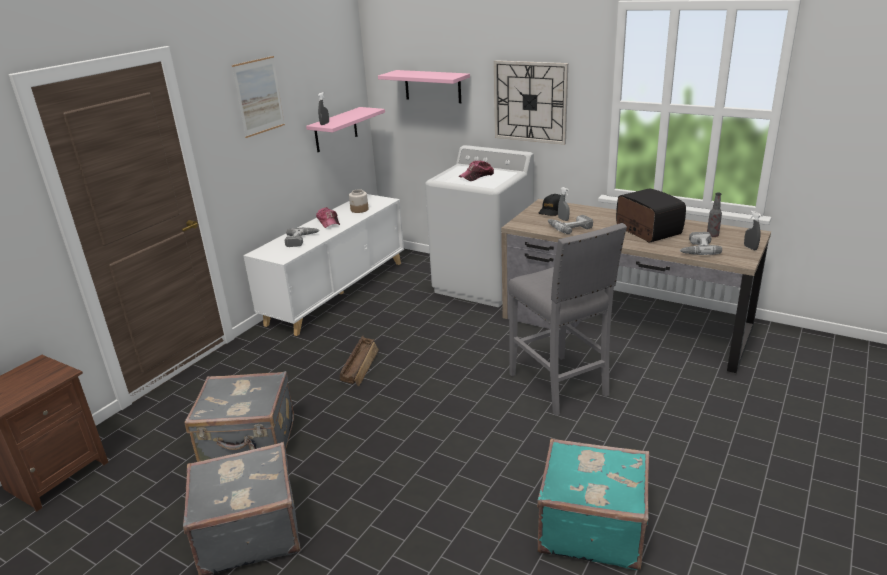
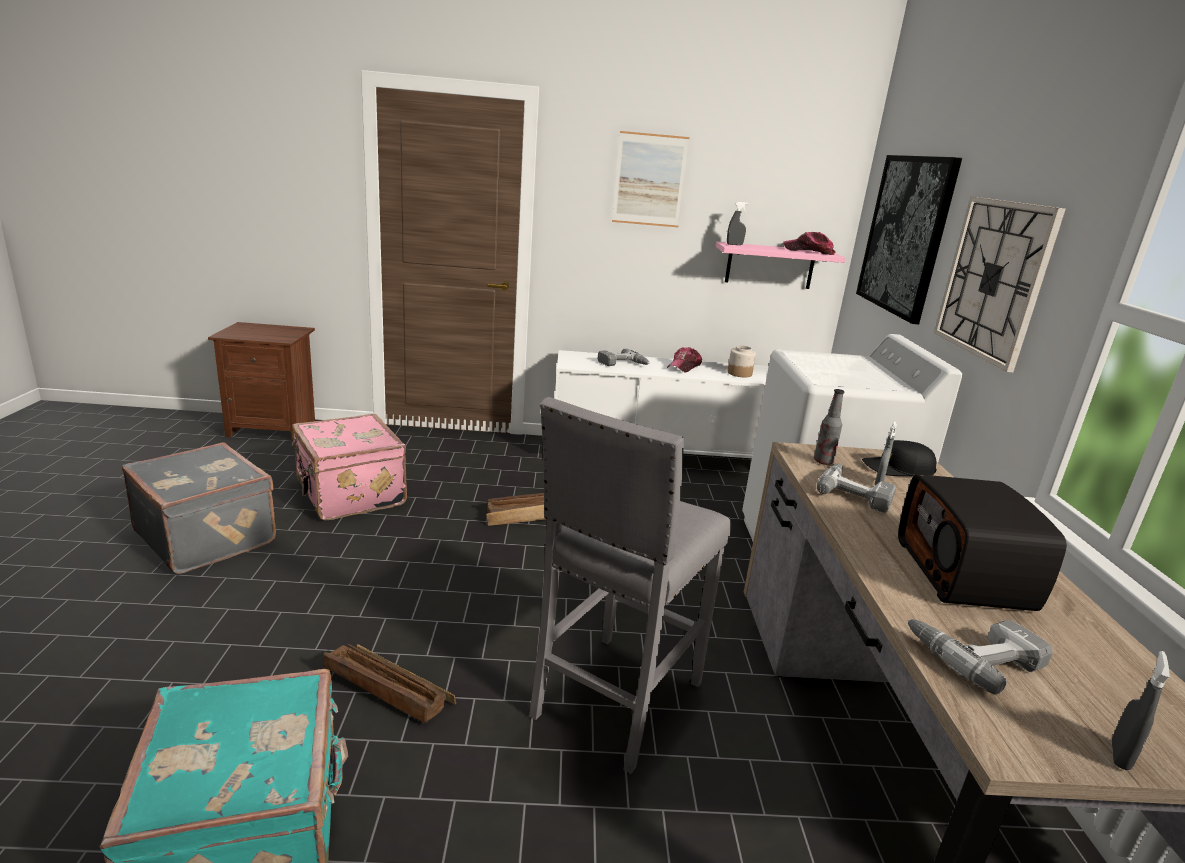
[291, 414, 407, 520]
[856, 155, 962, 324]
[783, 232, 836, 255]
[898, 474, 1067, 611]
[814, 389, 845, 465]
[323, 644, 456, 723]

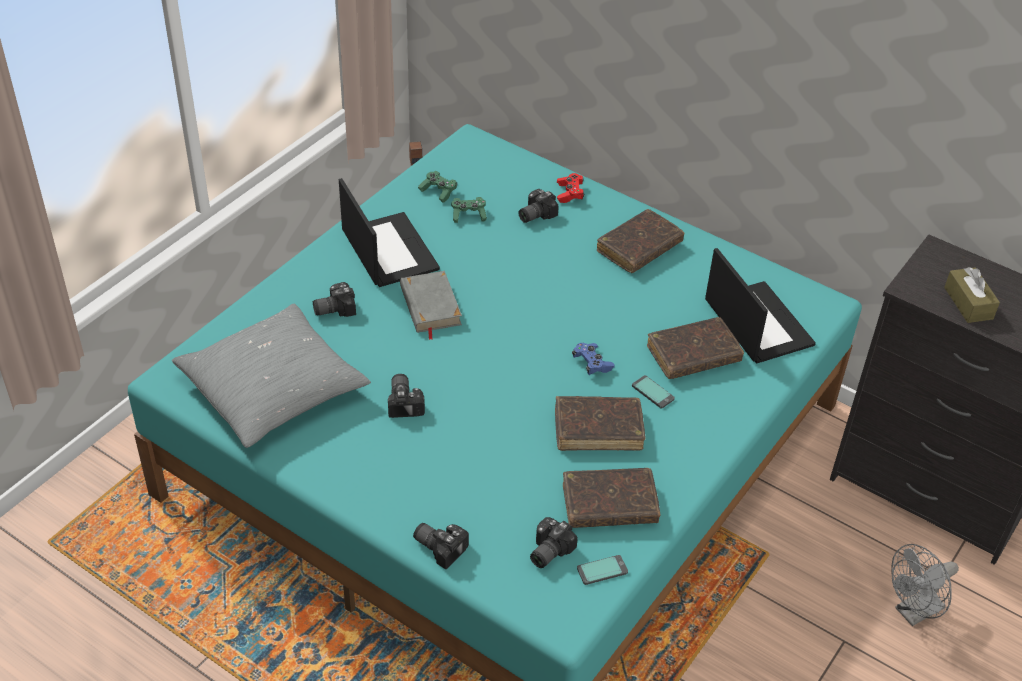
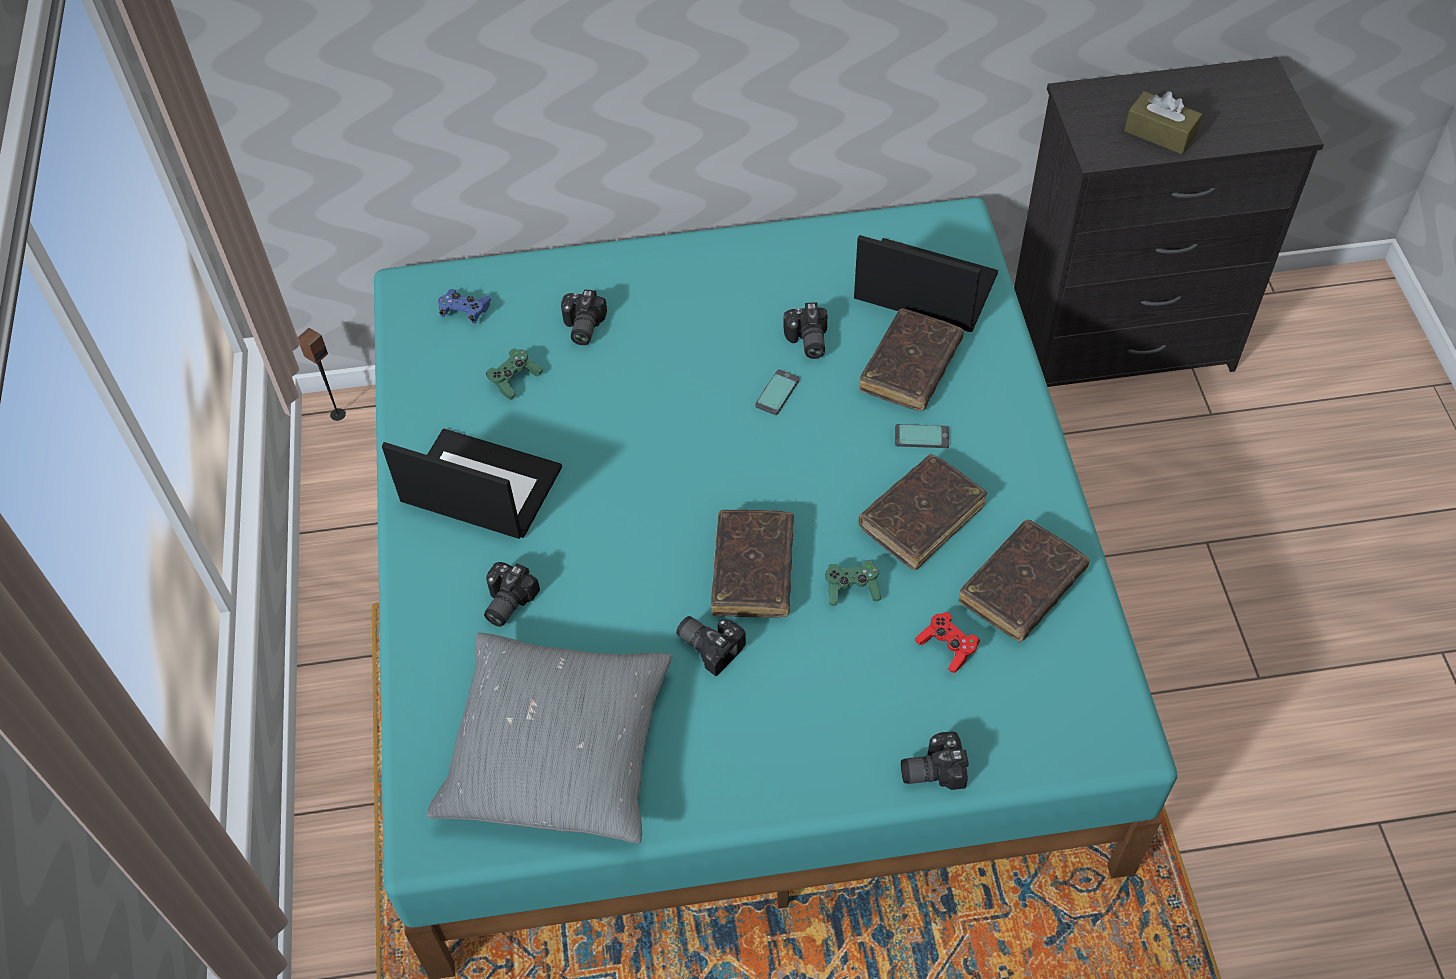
[400, 271, 462, 340] (first image)
[825, 560, 881, 606]
[784, 302, 827, 359]
[915, 612, 980, 673]
[438, 289, 492, 324]
[755, 369, 799, 415]
[711, 510, 794, 618]
[891, 544, 959, 626] (first image)

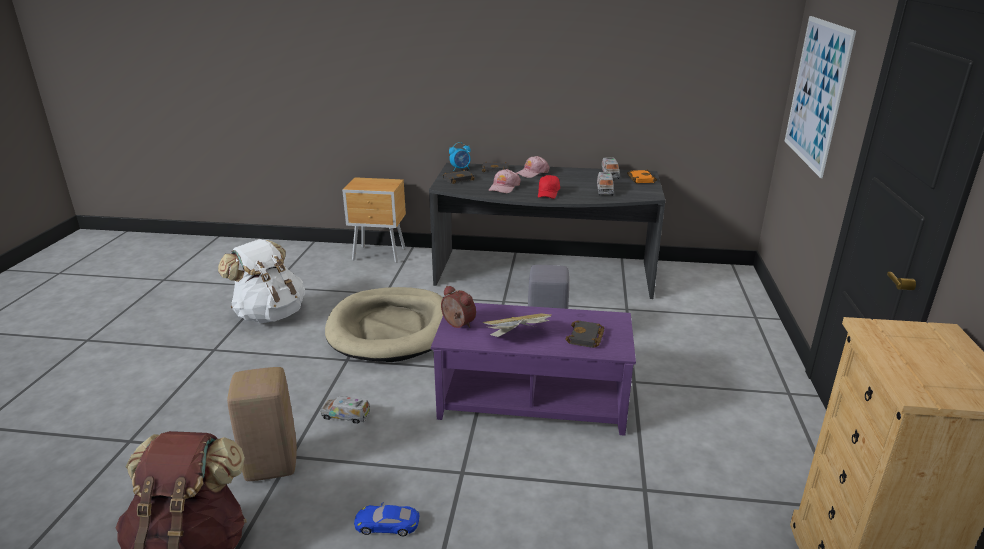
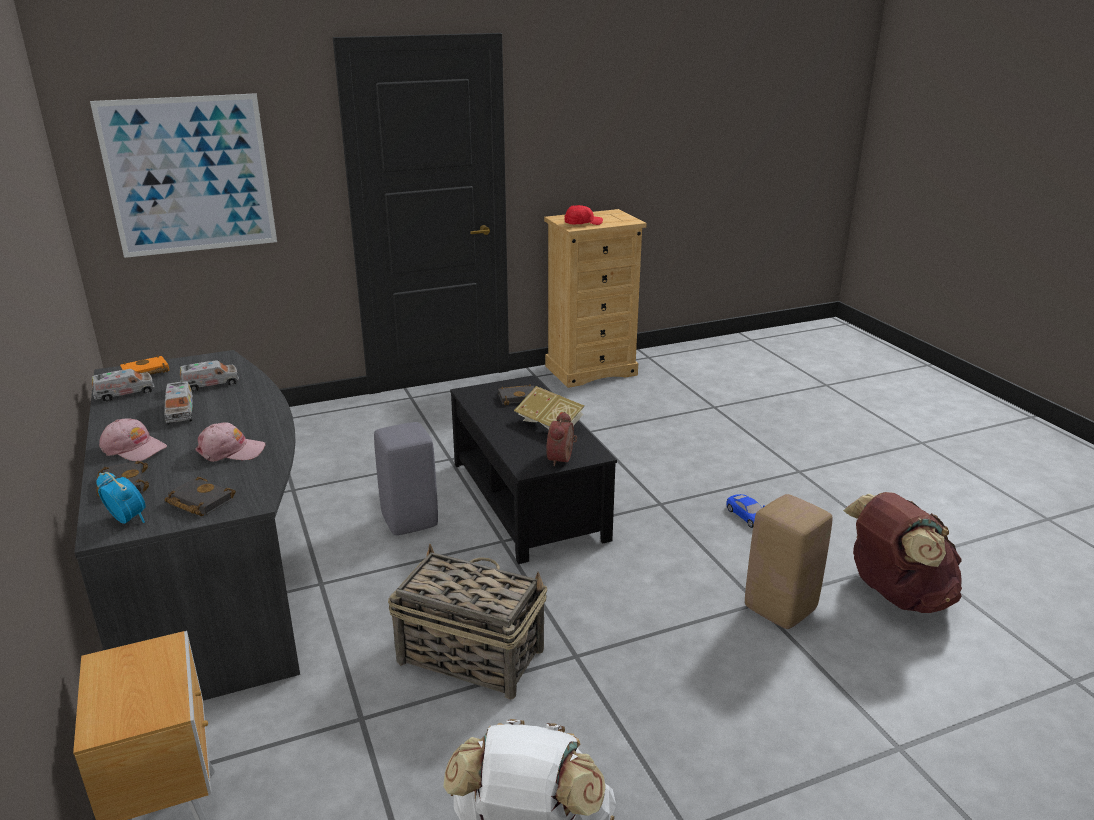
[164, 381, 193, 425]
[388, 544, 547, 700]
[450, 375, 617, 564]
[564, 205, 603, 225]

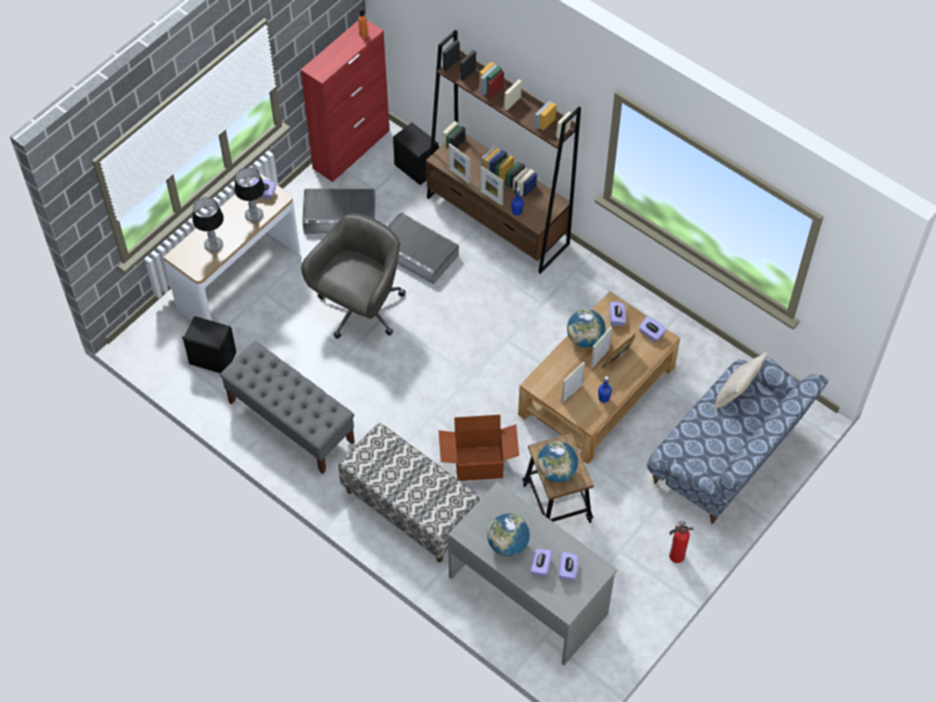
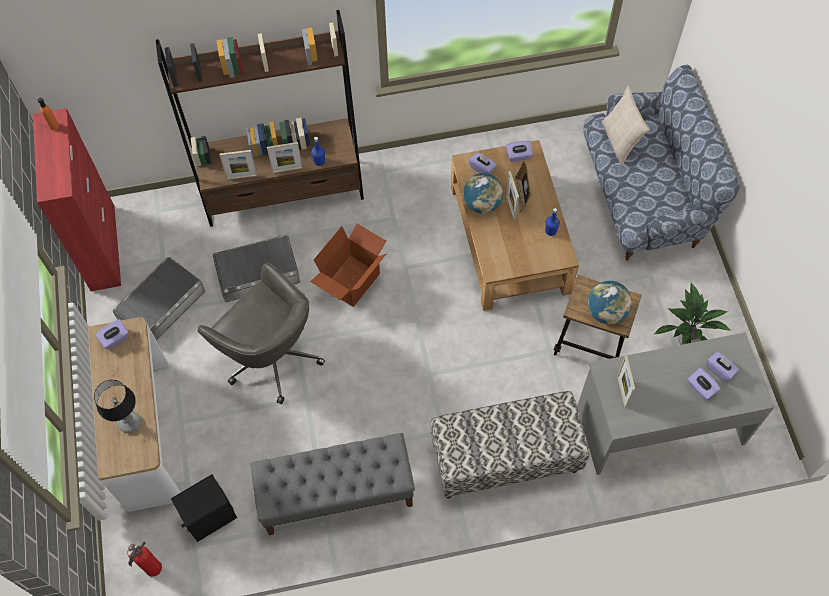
[234, 167, 265, 222] (first image)
[197, 263, 325, 404]
[393, 123, 438, 185] (first image)
[310, 224, 386, 307]
[487, 514, 530, 556] (first image)
[617, 356, 635, 408]
[127, 542, 162, 577]
[654, 282, 732, 345]

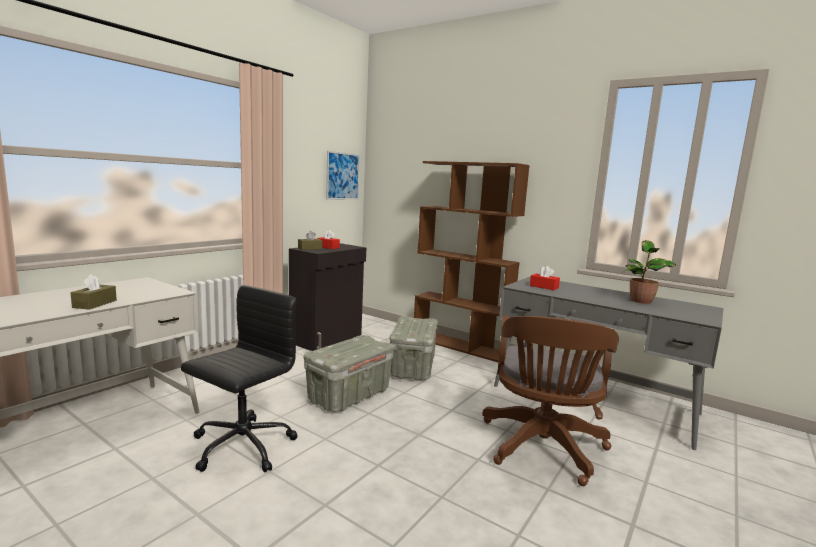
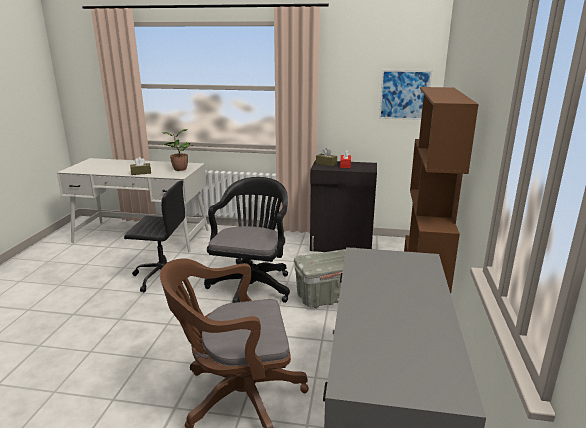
[204, 177, 290, 303]
[530, 266, 560, 290] (first image)
[162, 129, 194, 171]

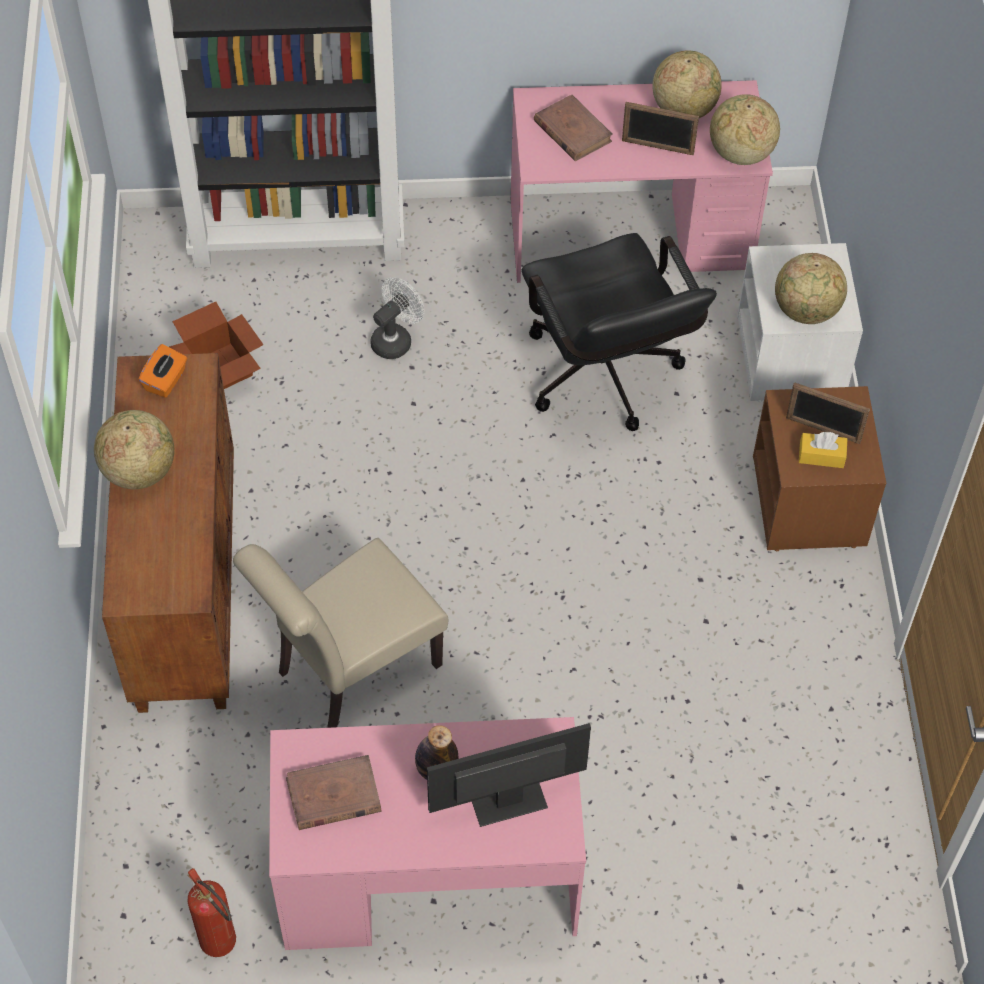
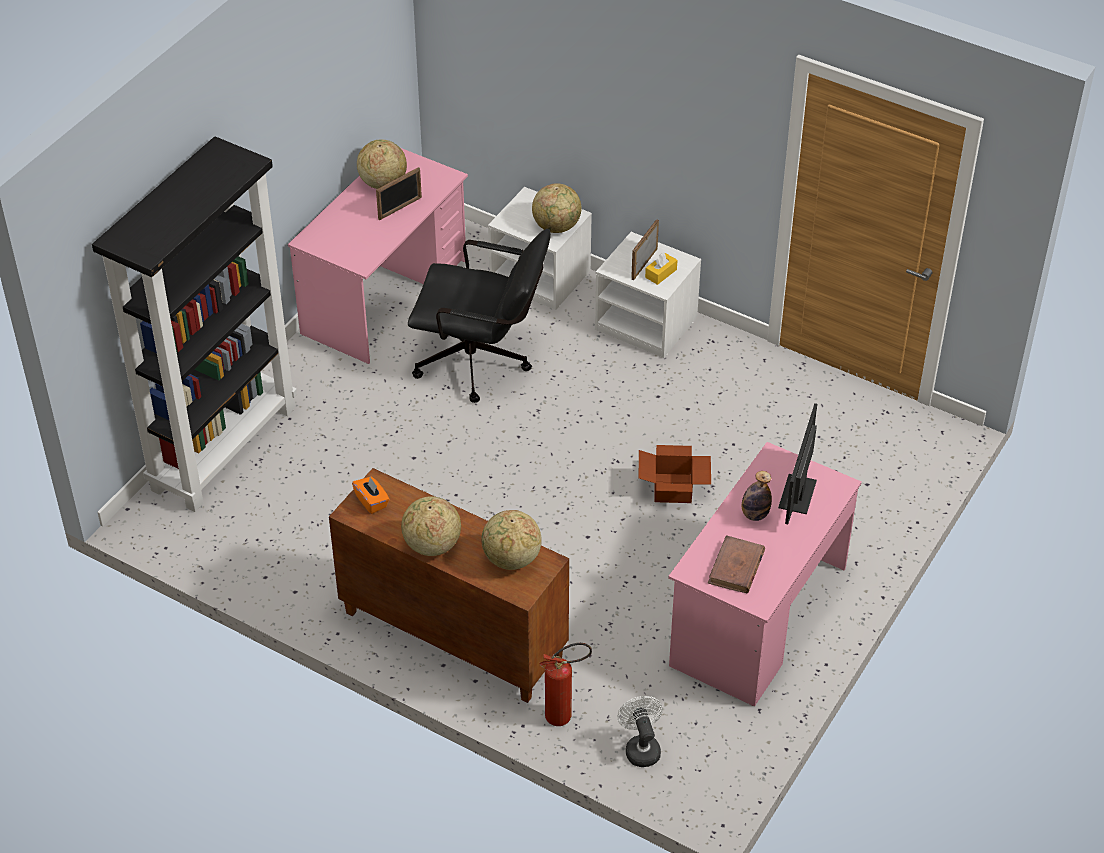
[639, 445, 711, 503]
[539, 643, 592, 726]
[233, 538, 448, 728] (first image)
[617, 696, 663, 767]
[534, 95, 613, 161] (first image)
[481, 510, 542, 570]
[595, 232, 701, 358]
[631, 220, 659, 280]

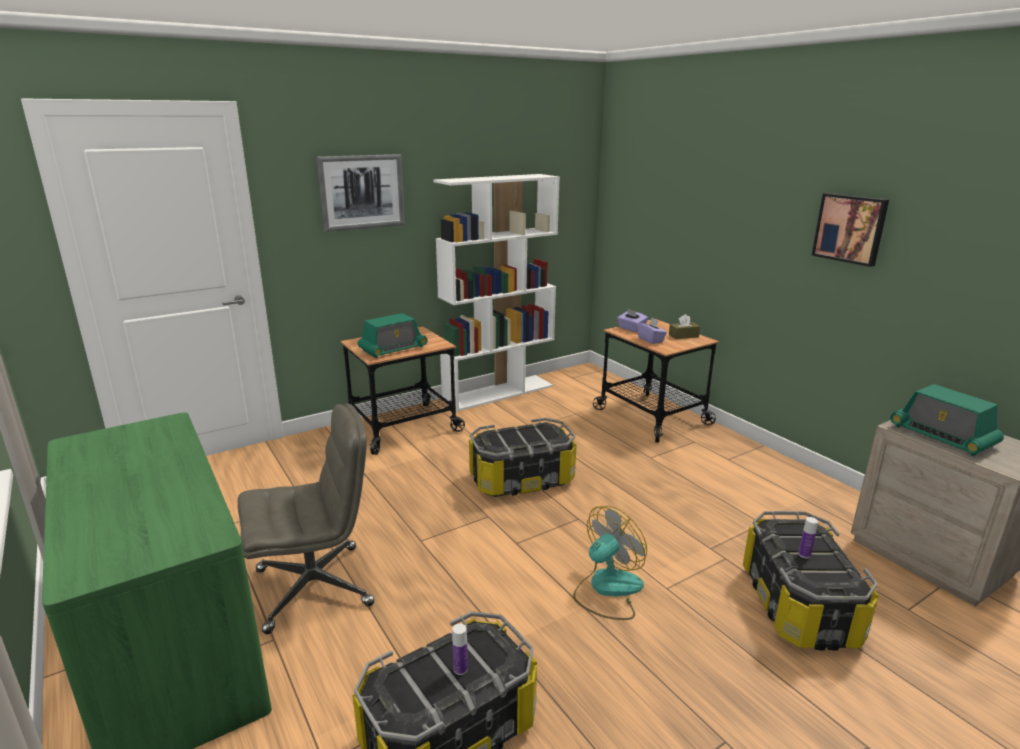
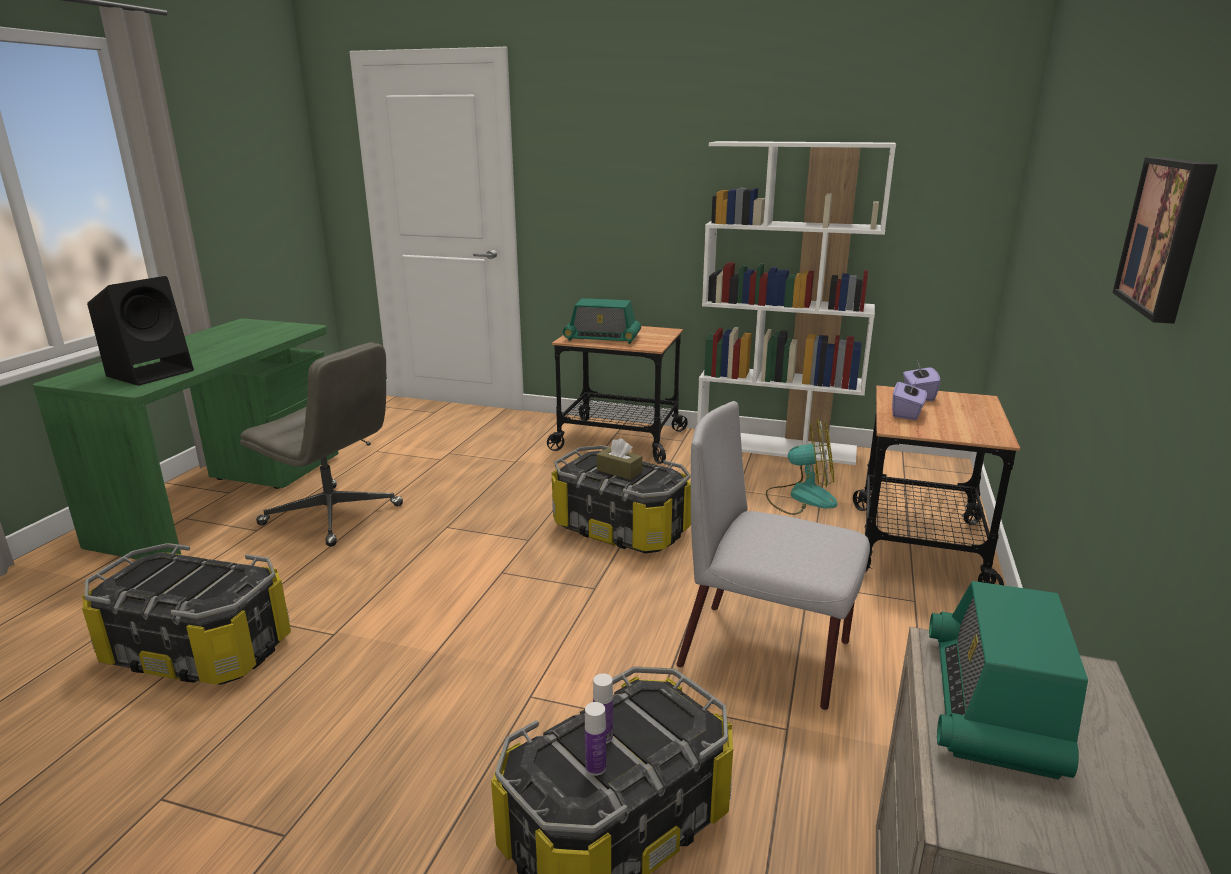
[316, 154, 405, 232] (first image)
[585, 702, 606, 776]
[766, 419, 837, 515]
[596, 438, 642, 480]
[87, 276, 194, 386]
[676, 401, 870, 710]

